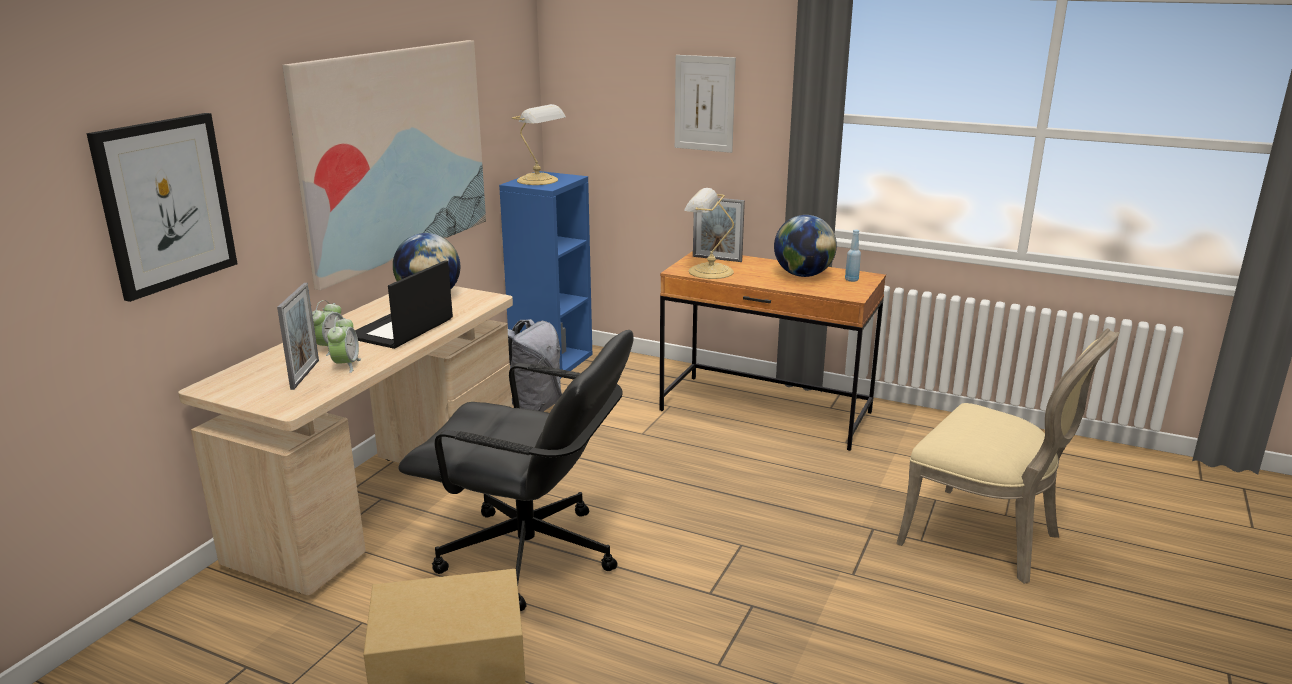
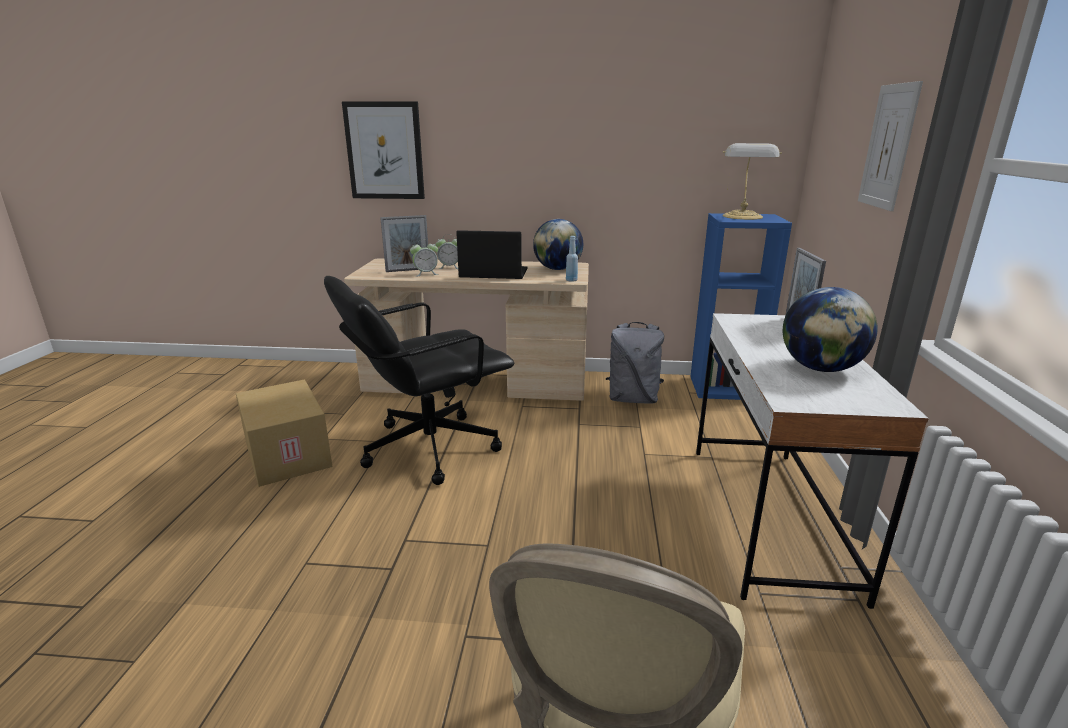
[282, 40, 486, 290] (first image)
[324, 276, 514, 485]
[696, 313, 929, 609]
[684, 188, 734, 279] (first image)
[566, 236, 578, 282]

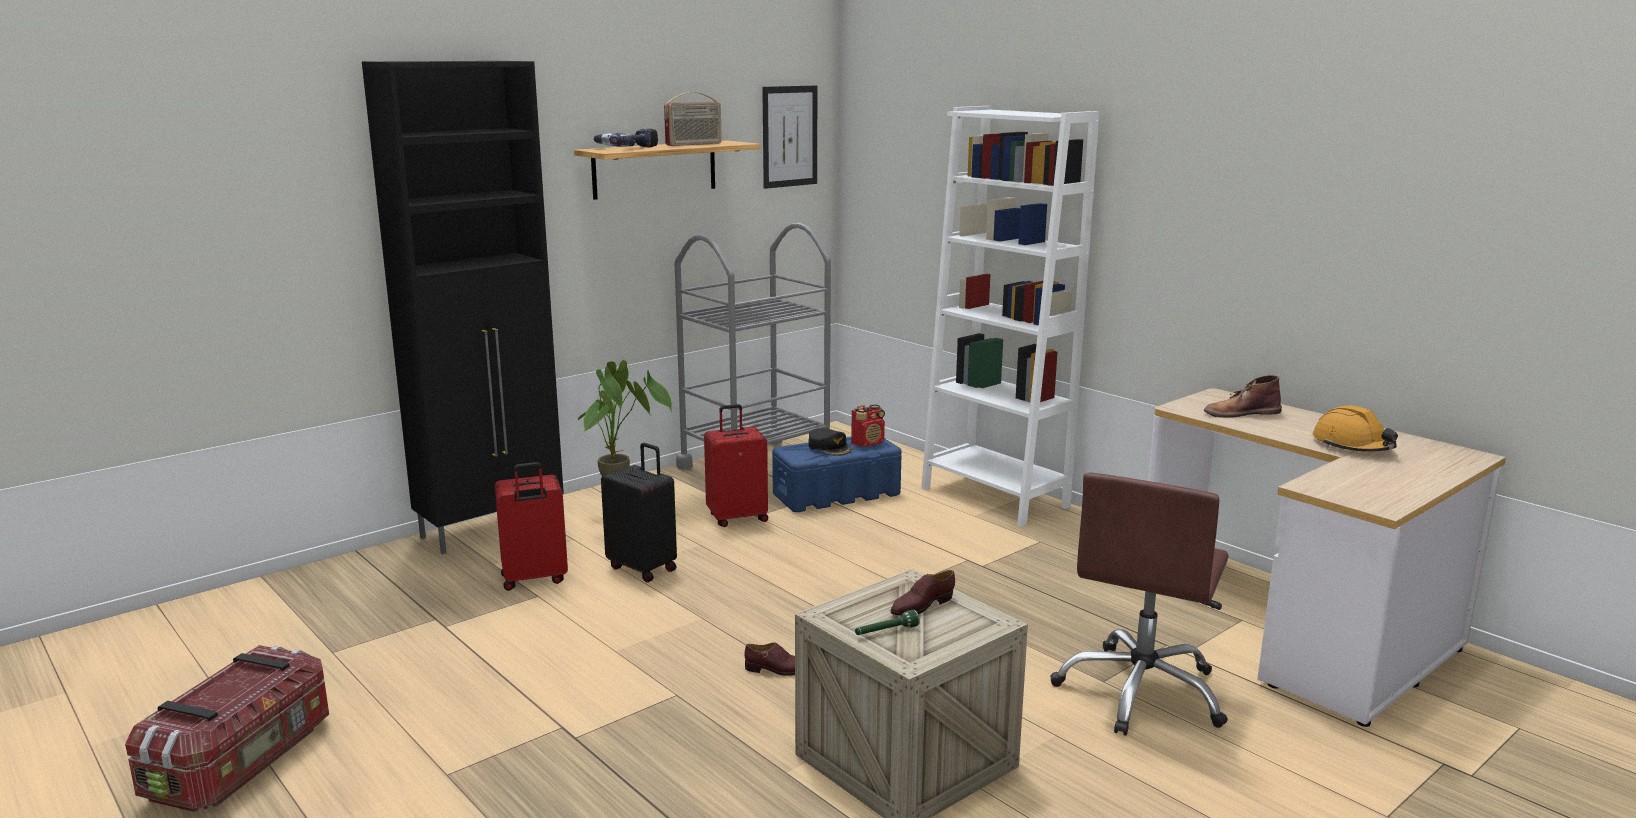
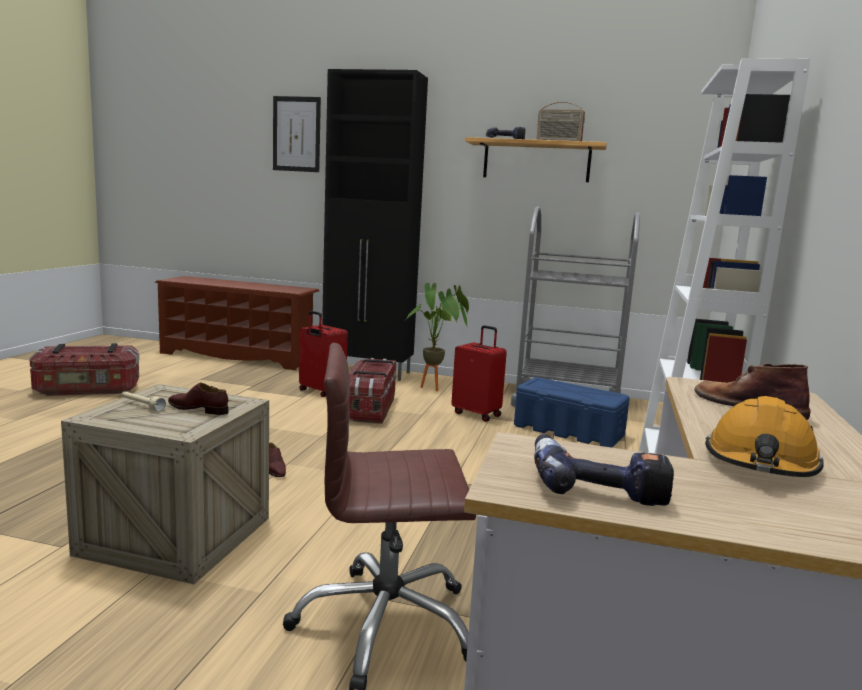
[349, 358, 396, 424]
[273, 96, 321, 172]
[808, 428, 852, 456] (first image)
[851, 404, 885, 447] (first image)
[121, 391, 166, 412]
[155, 276, 319, 370]
[534, 434, 674, 506]

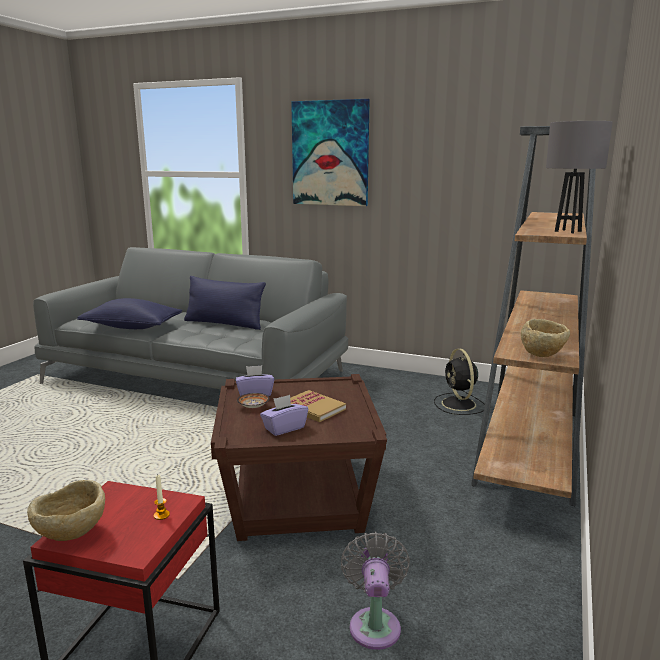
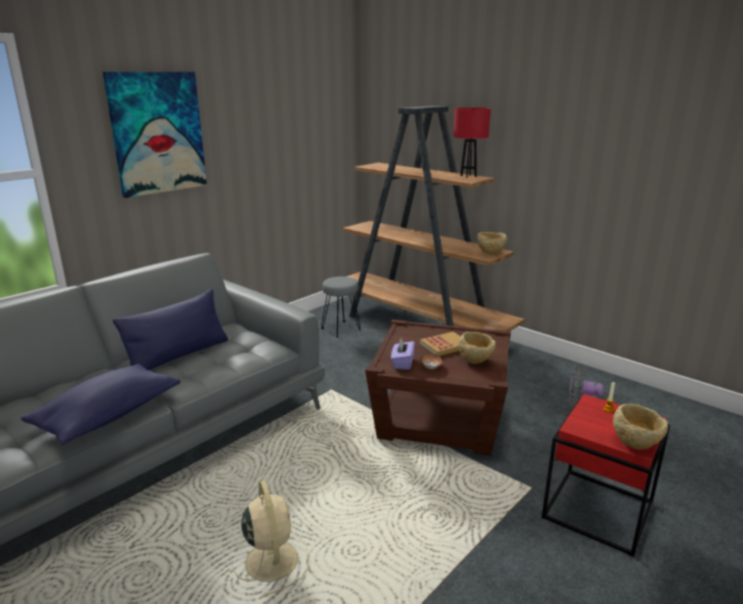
[458, 331, 496, 364]
[321, 277, 361, 338]
[453, 107, 491, 178]
[232, 480, 309, 597]

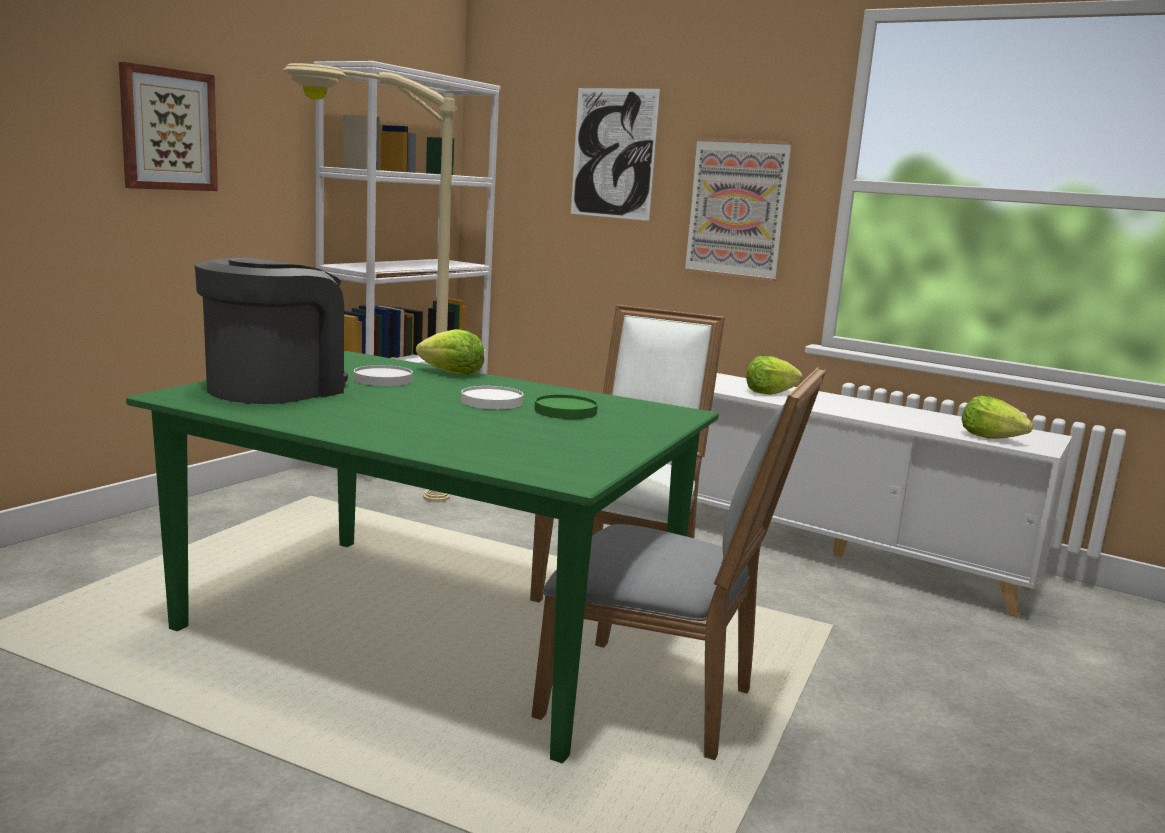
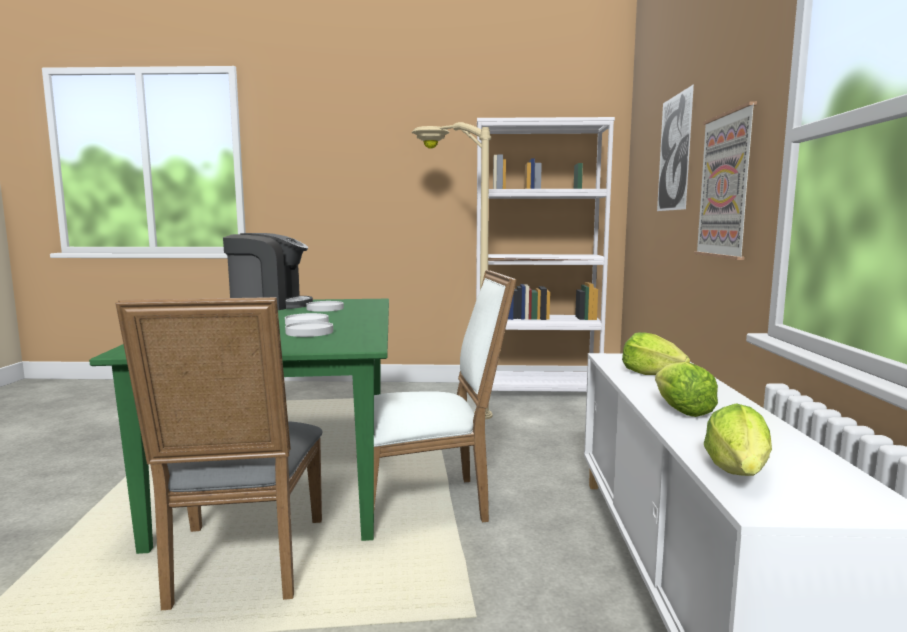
[119, 62, 218, 191] (first image)
[655, 362, 718, 417]
[285, 321, 333, 337]

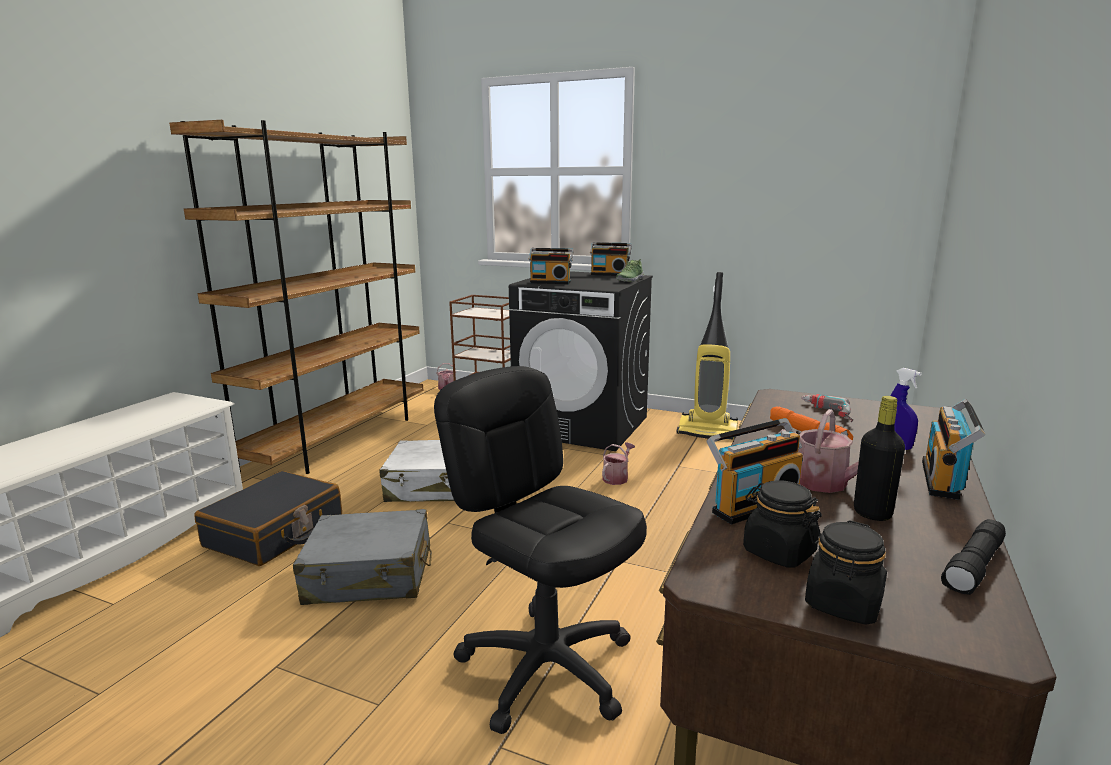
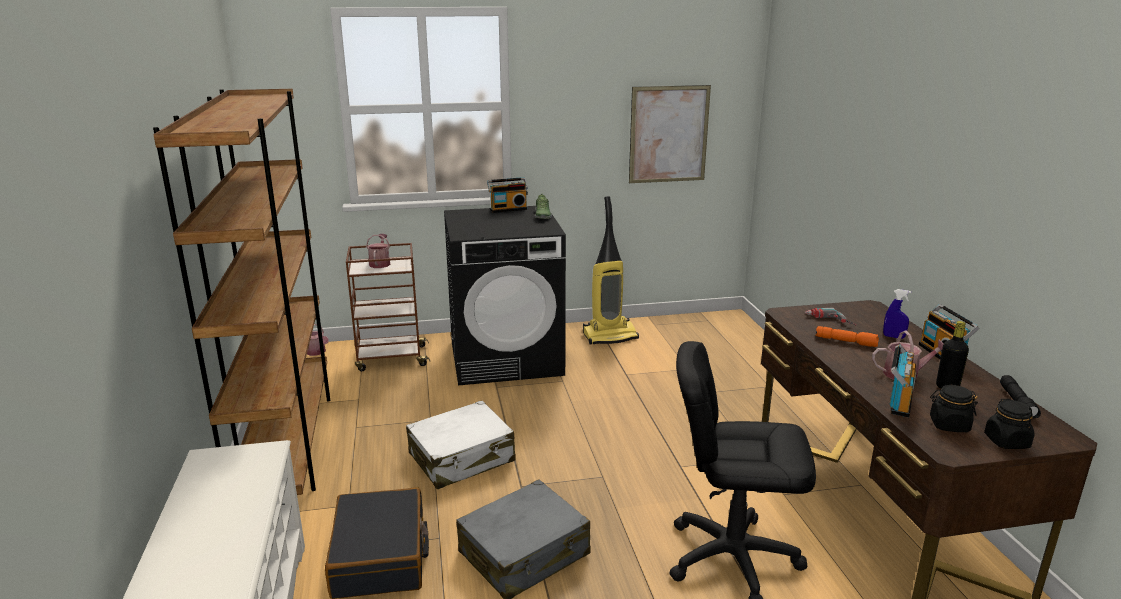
[529, 248, 574, 284] (first image)
[366, 234, 390, 268]
[629, 85, 711, 183]

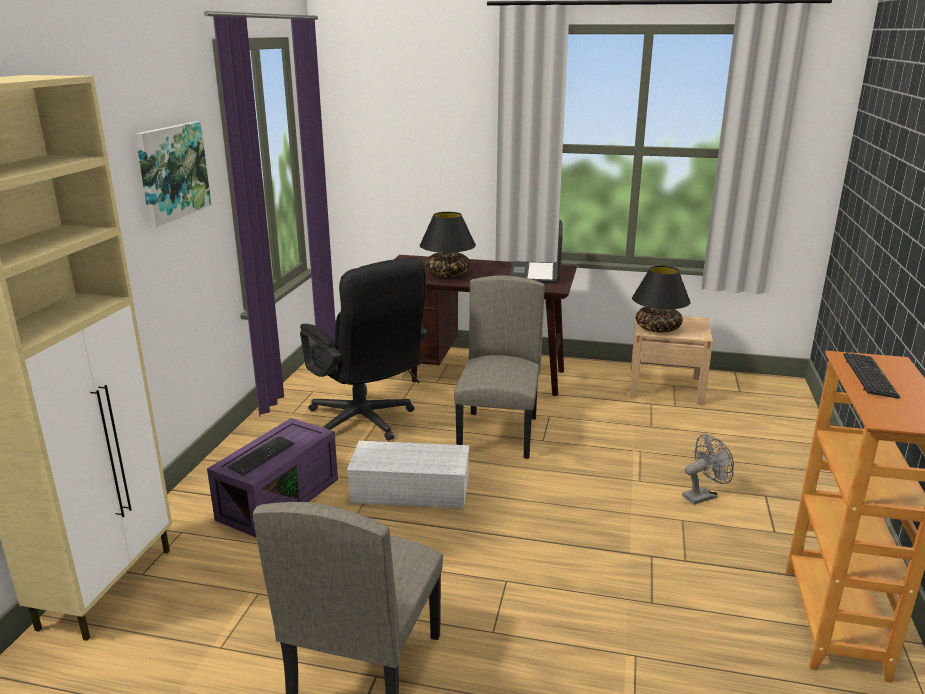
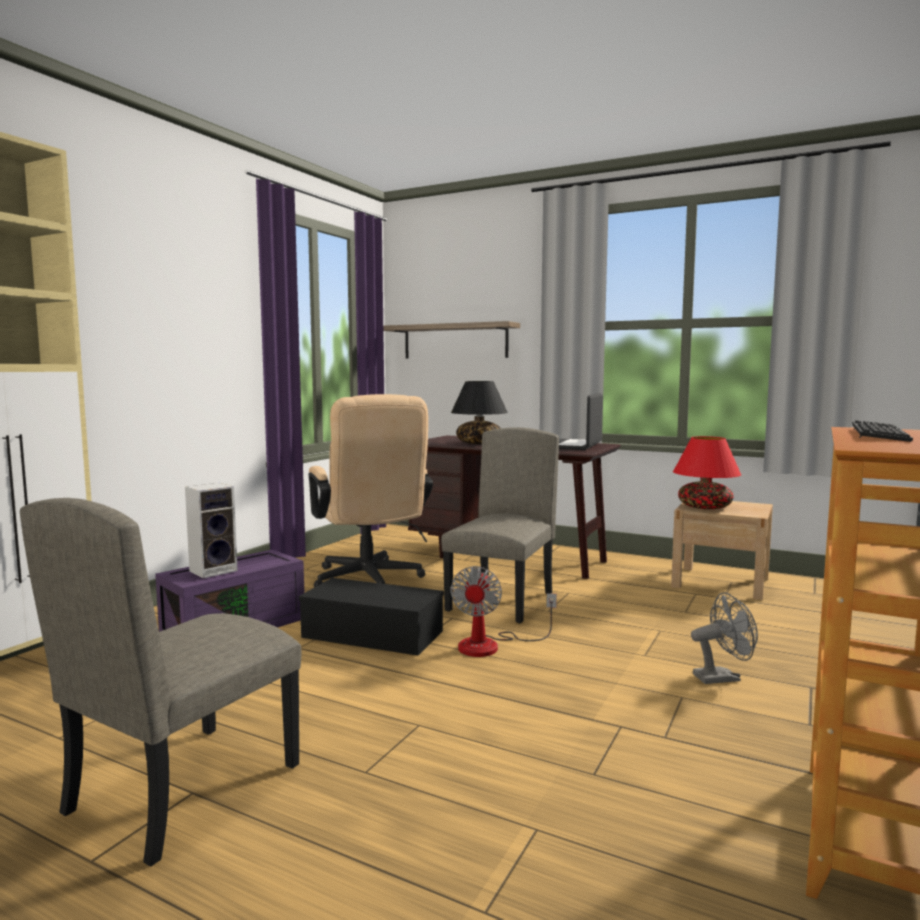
[135, 122, 211, 227] (first image)
[185, 483, 238, 578]
[308, 394, 433, 587]
[299, 578, 444, 656]
[673, 436, 741, 509]
[383, 321, 520, 359]
[450, 566, 557, 657]

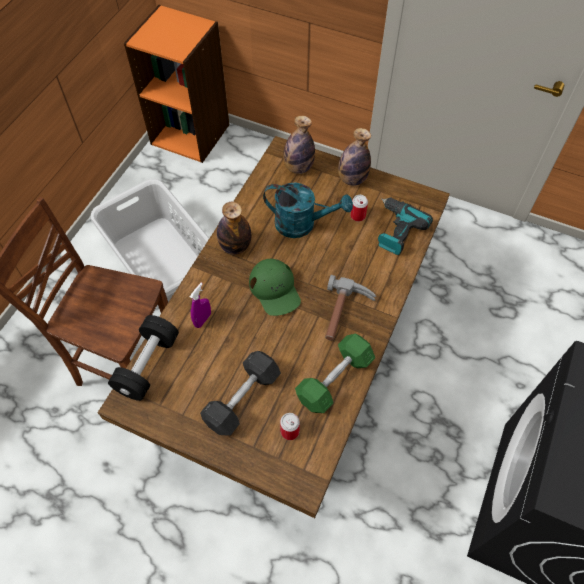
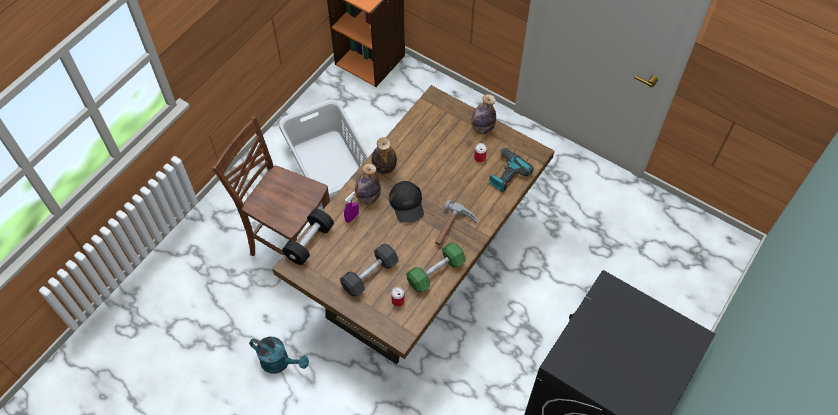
[389, 181, 424, 223]
[249, 337, 309, 373]
[355, 163, 381, 204]

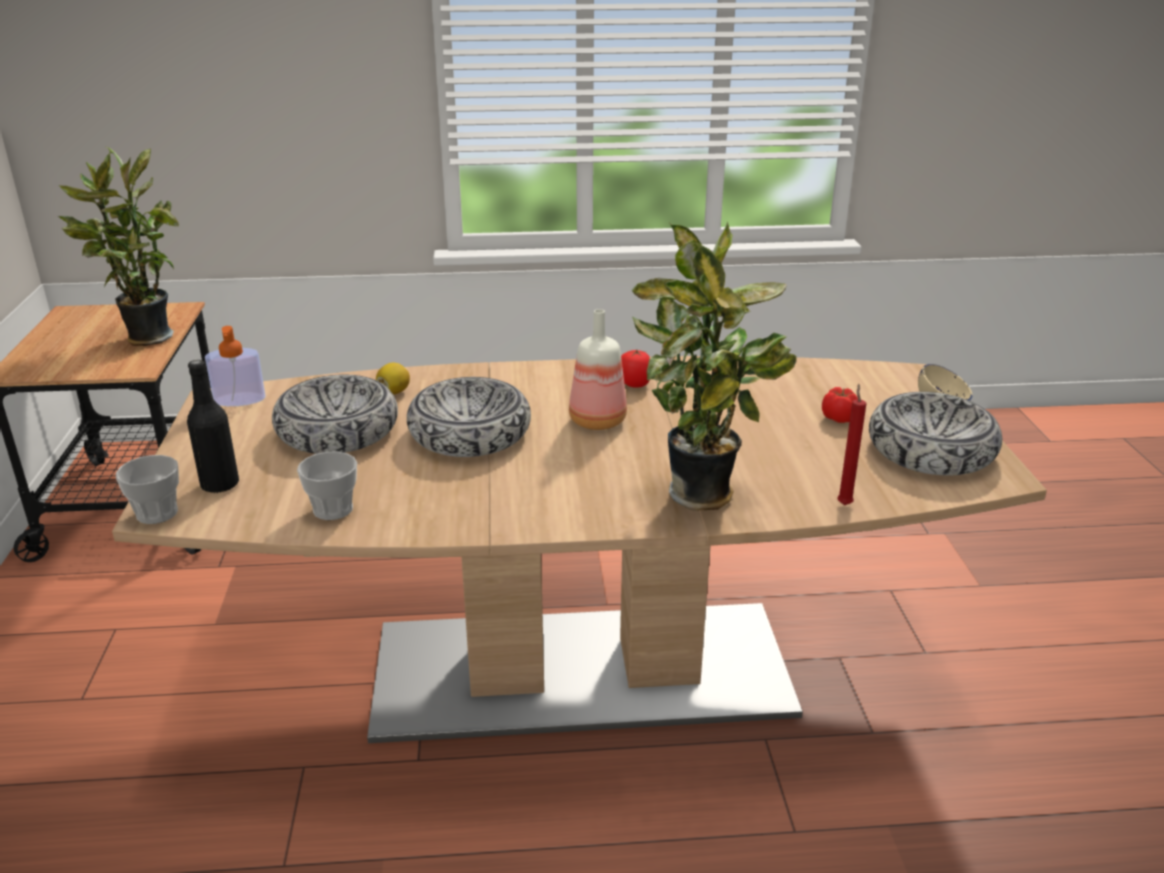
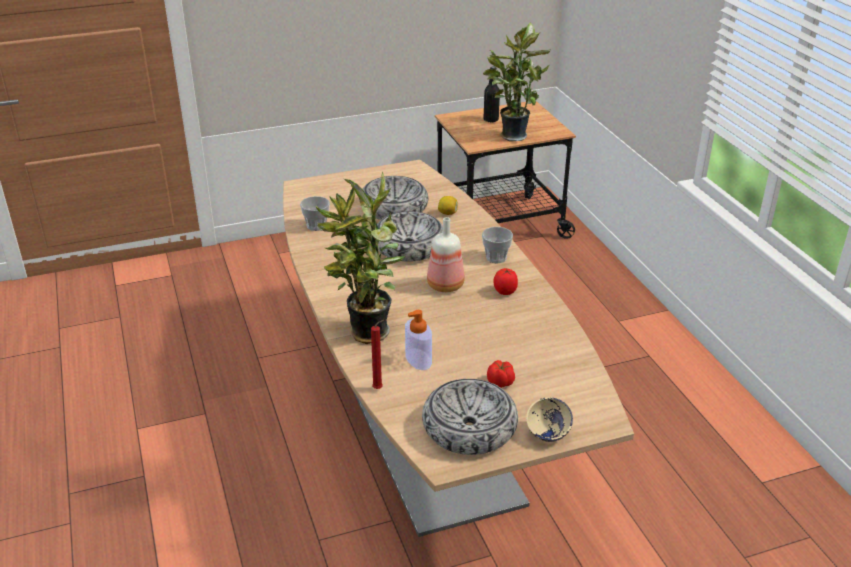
[482, 227, 513, 263]
[483, 66, 500, 123]
[405, 310, 432, 370]

